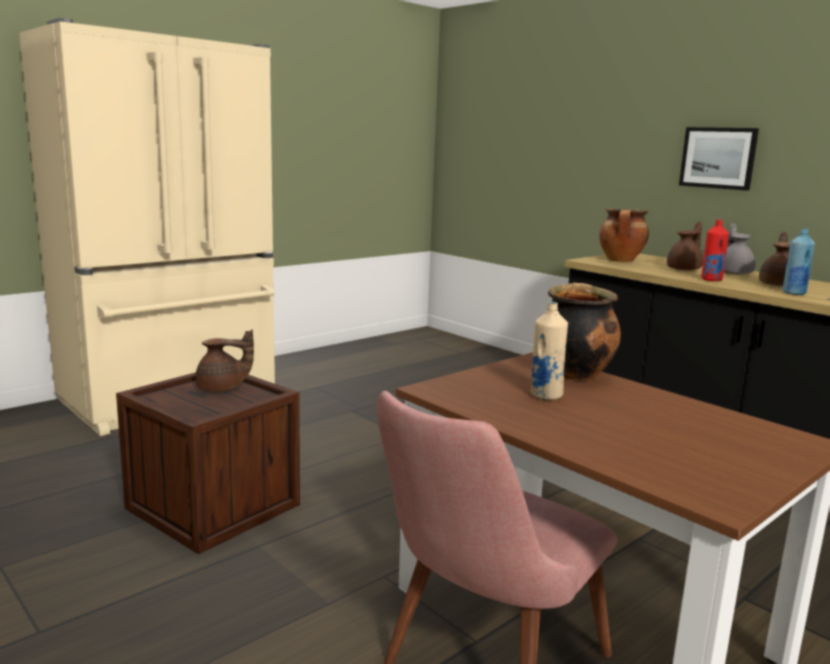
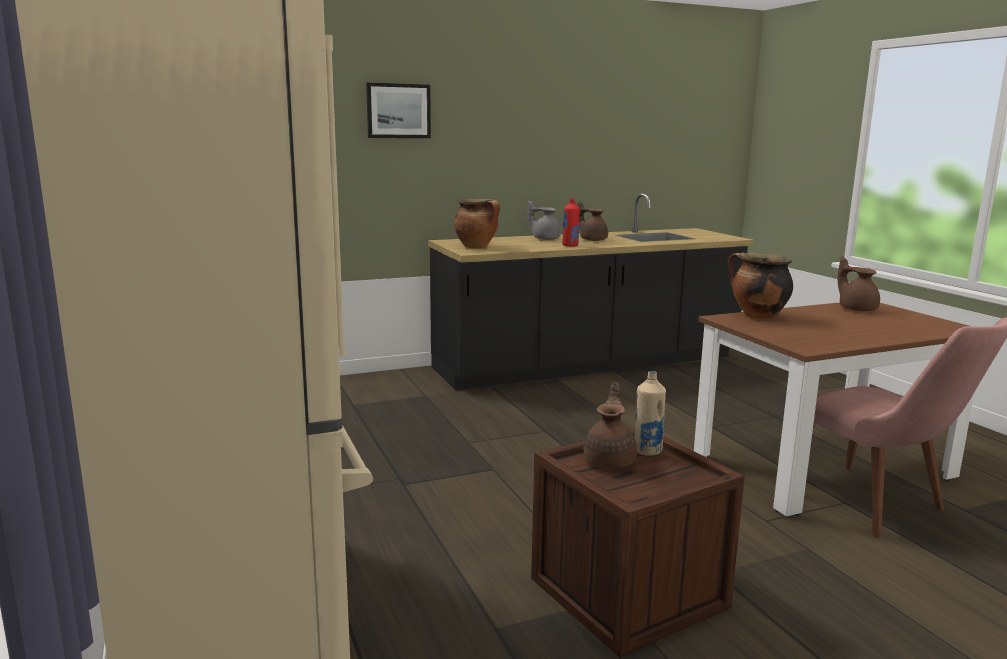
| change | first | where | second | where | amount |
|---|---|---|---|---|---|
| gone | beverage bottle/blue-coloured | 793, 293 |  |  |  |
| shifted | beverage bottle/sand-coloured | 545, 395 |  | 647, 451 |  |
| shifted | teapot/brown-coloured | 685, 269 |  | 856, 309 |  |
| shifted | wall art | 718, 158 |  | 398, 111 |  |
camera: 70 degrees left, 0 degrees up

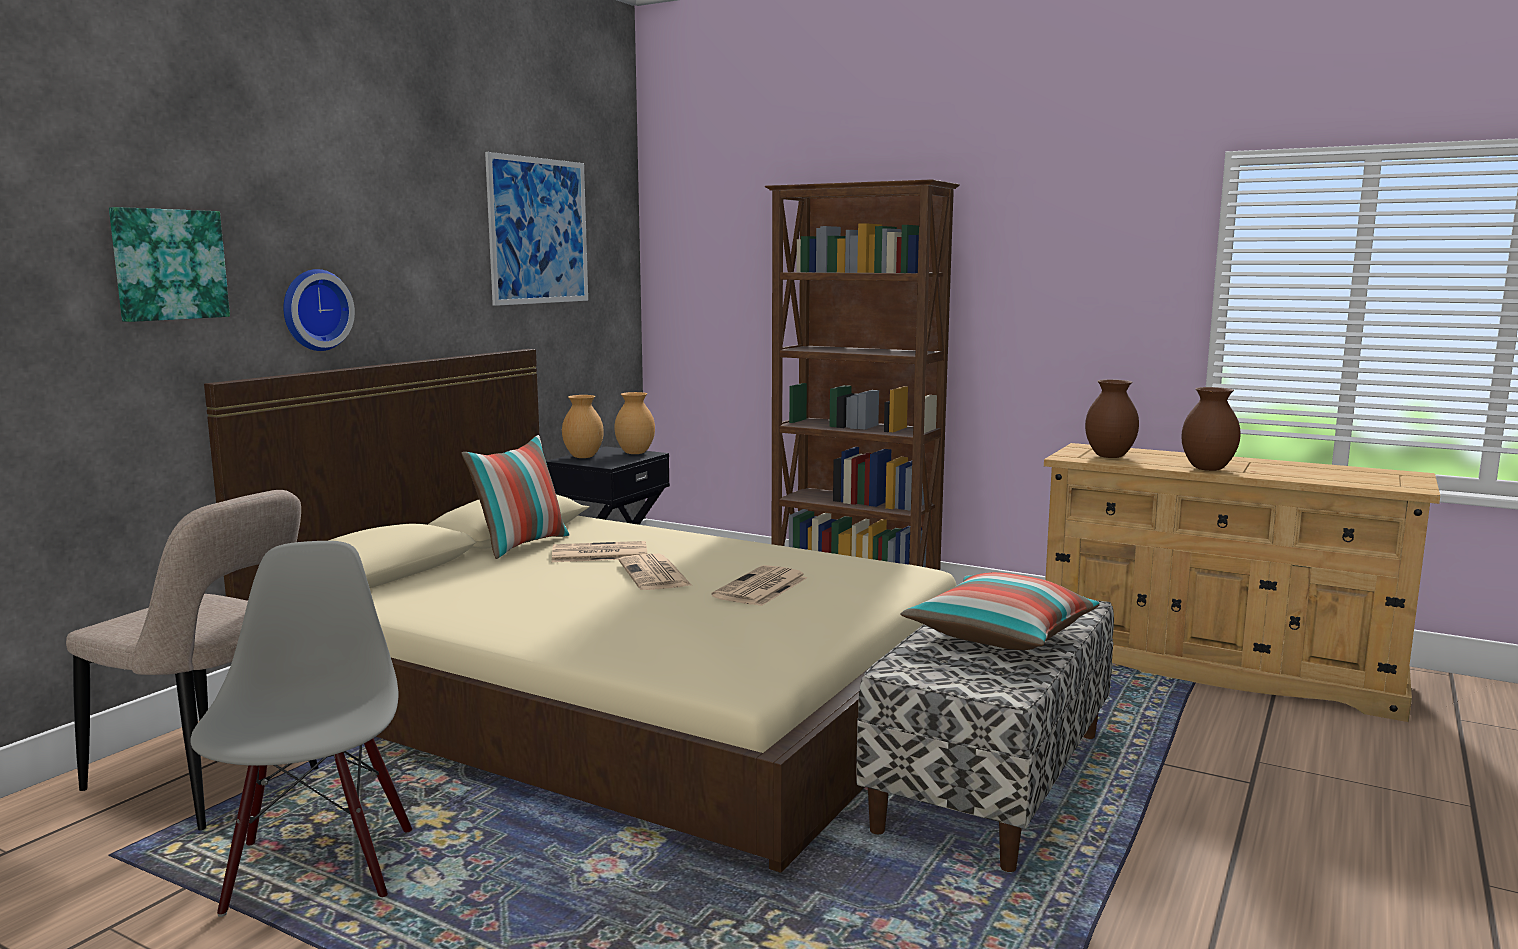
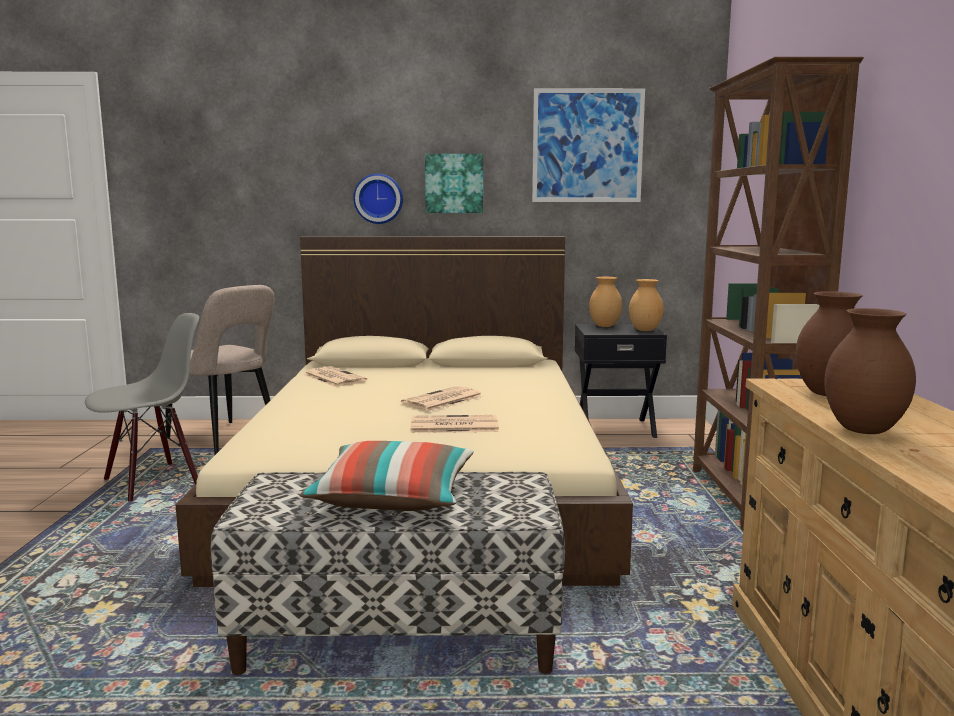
| change | first | where | second | where | amount |
|---|---|---|---|---|---|
| gone | throw pillow | 521, 545 |  |  |  |
| shifted | wall art | 168, 264 |  | 454, 183 |  |
| shifted | printed paper | 598, 554 |  | 333, 378 |  |
| rotated | upright chair/sand-coloured | 210, 783 |  | 226, 440 | 45 degrees counterclockwise |
camera: 60 degrees right, 0 degrees up

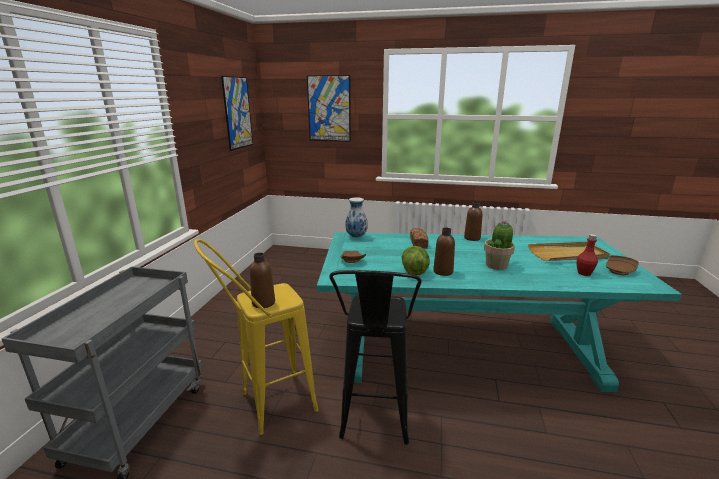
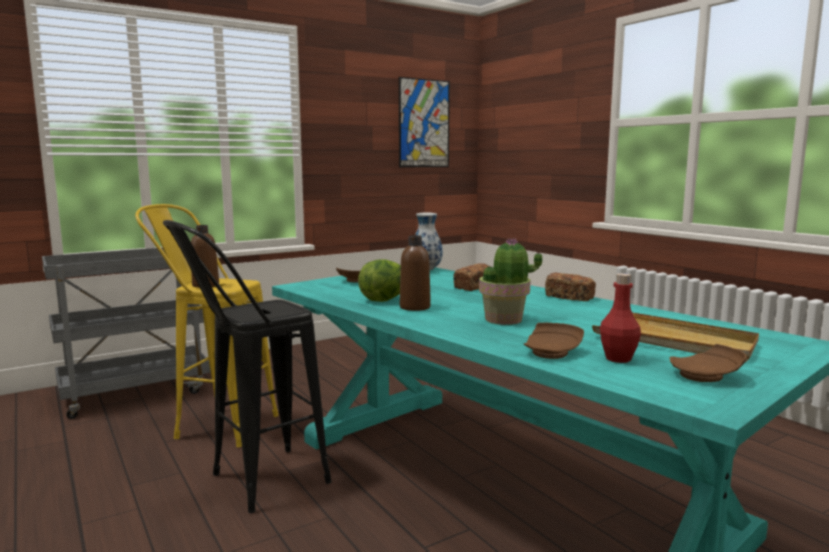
| change | first | where | second | where | amount |
|---|---|---|---|---|---|
| gone | wall art | 329, 109 |  |  |  |
| new |  |  | dinner plate/brown-coloured | 552, 352 |  |
| swapped | beverage bottle/brown-coloured | 472, 238 | baked bread | 569, 297 |  |
camera: 45 degrees right, 10 degrees down

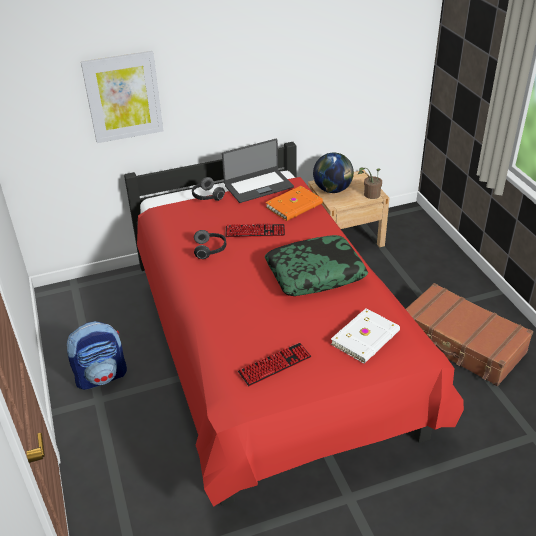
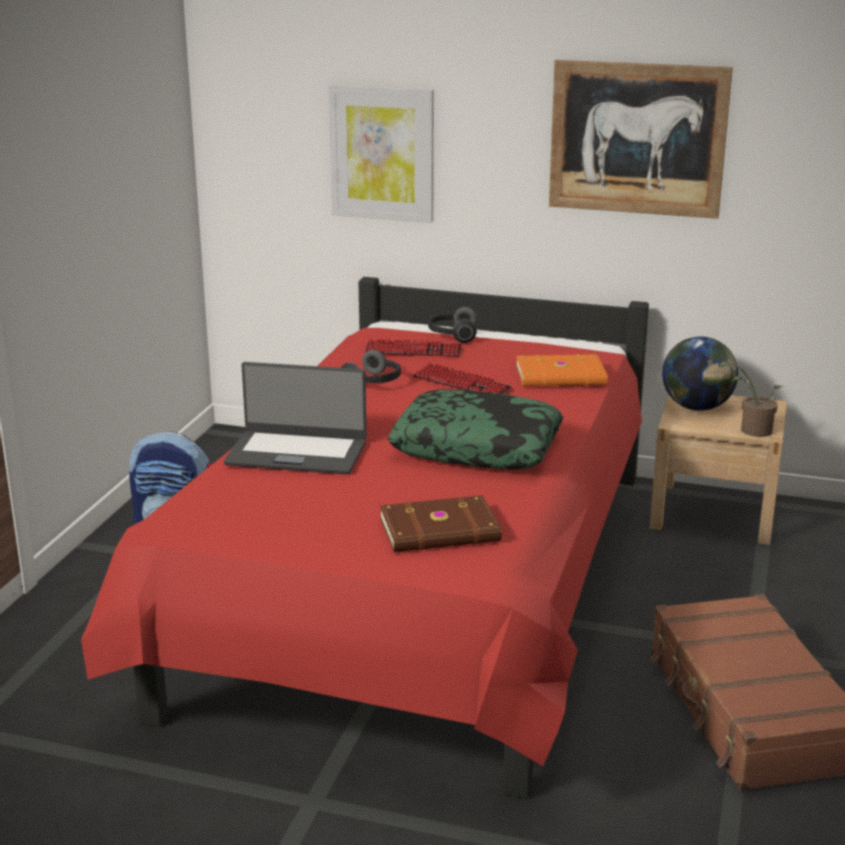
| change | first | where | second | where | amount |
|---|---|---|---|---|---|
| new |  |  | wall art | 637, 138 |  |
| shifted | laptop | 258, 186 |  | 297, 452 |  |
| shifted | PC keyboard | 275, 365 |  | 413, 351 |  |
| repainted | volume/white-coloured | 366, 338 | volume/brown-coloured | 441, 531 |  |
camera: 35 degrees right, 15 degrees down

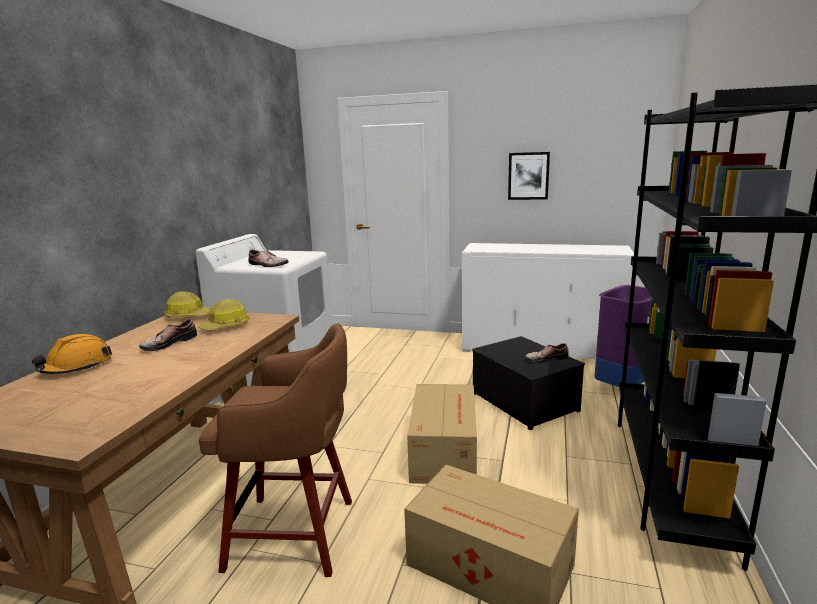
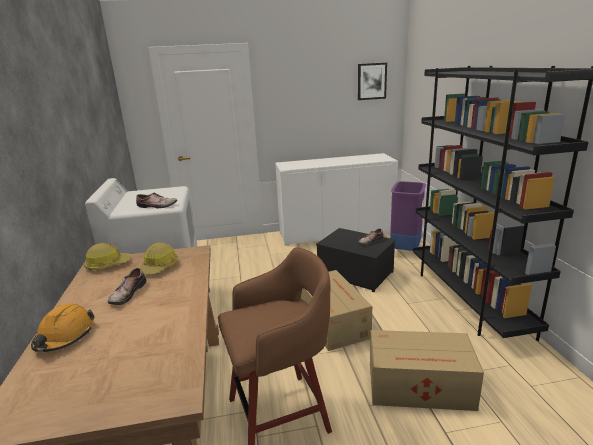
| change | first | where | second | where | amount |
|---|---|---|---|---|---|
| shifted | wall art | 528, 176 |  | 371, 81 |  |
camera: 25 degrees left, 5 degrees up

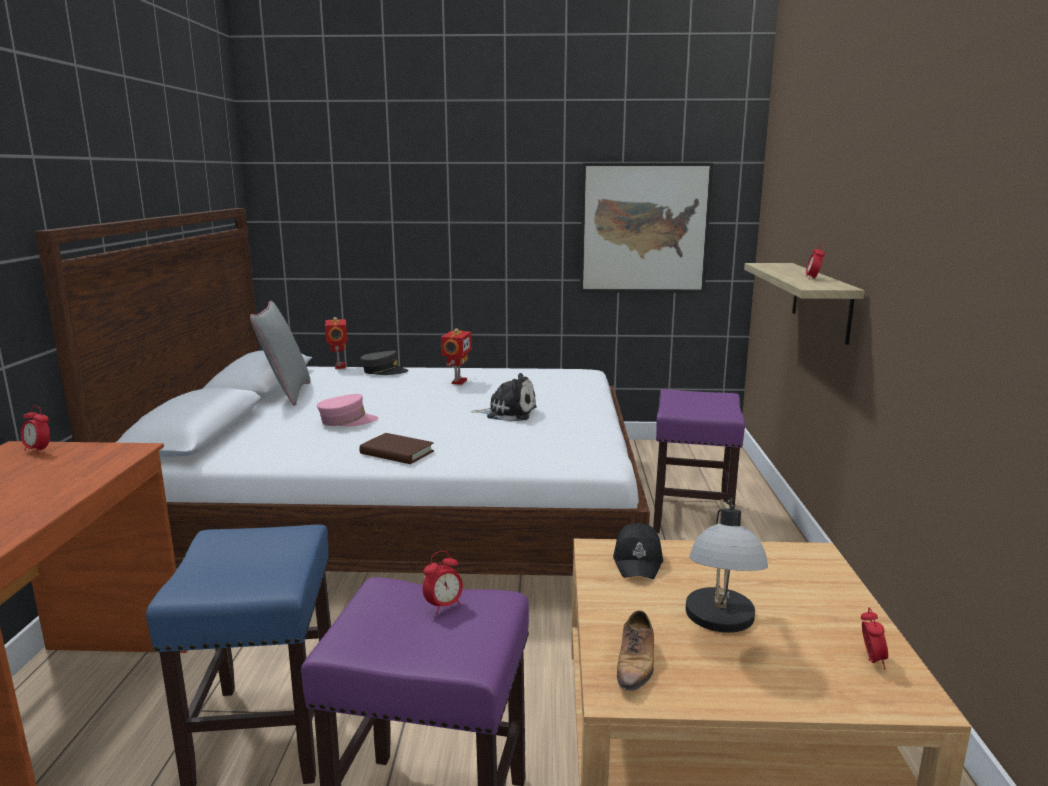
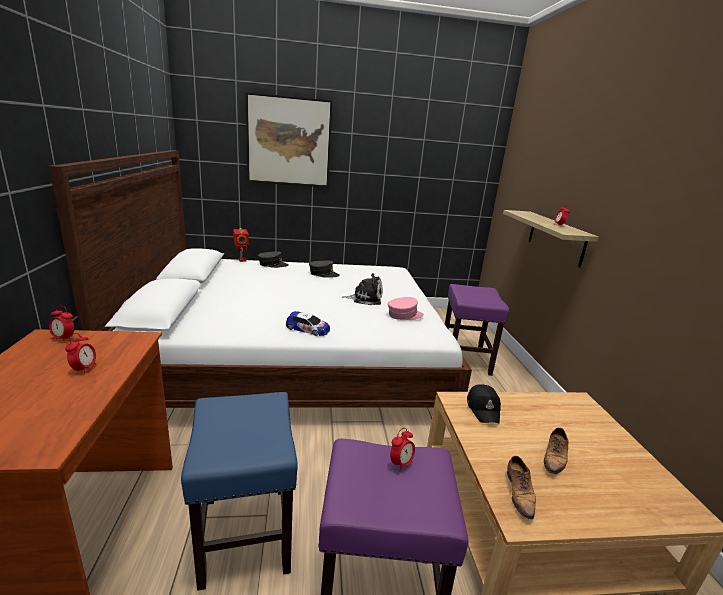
| change | first | where | second | where | amount |
|---|---|---|---|---|---|
| gone | throw pillow/gray | 286, 394 |  |  |  |
| shifted | baseball cap/pink-coloured | 347, 421 |  | 404, 315 |  |
| shifted | wall art | 644, 228 |  | 289, 142 |  |
| shifted | table clock | 871, 660 |  | 84, 369 |  |
| swapped | volume/brown-coloured | 397, 453 | model car | 307, 329 |  |
| swapped | toy robot | 457, 382 | baseball cap/gray | 323, 274 |  |
| swapped | table lamp | 720, 624 | item of footwear | 554, 458 |  |
camera: 10 degrees left, 5 degrees up

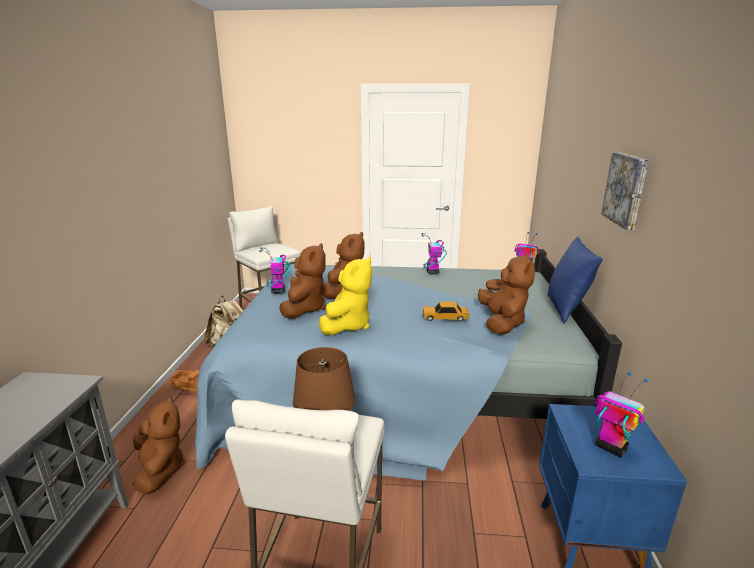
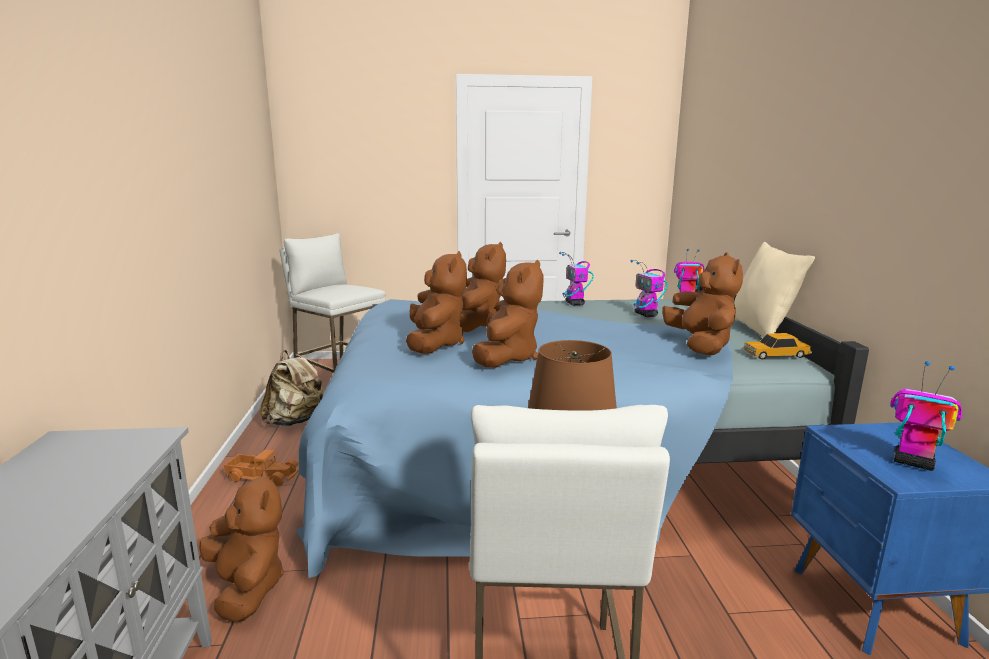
| change | first | where | second | where | amount |
|---|---|---|---|---|---|
| gone | wall art | 627, 189 |  |  |  |
| shifted | toy robot | 278, 291 |  | 646, 315 |  |
| shifted | model car | 445, 317 |  | 776, 355 |  |
| repainted | plush toy/yellowish | 347, 325 | plush toy/brown-coloured | 506, 357 |  |
| repainted | throw pillow/blue-coloured | 566, 309 | throw pillow/sand-coloured | 761, 330 |  |
camera: 10 degrees left, 5 degrees down

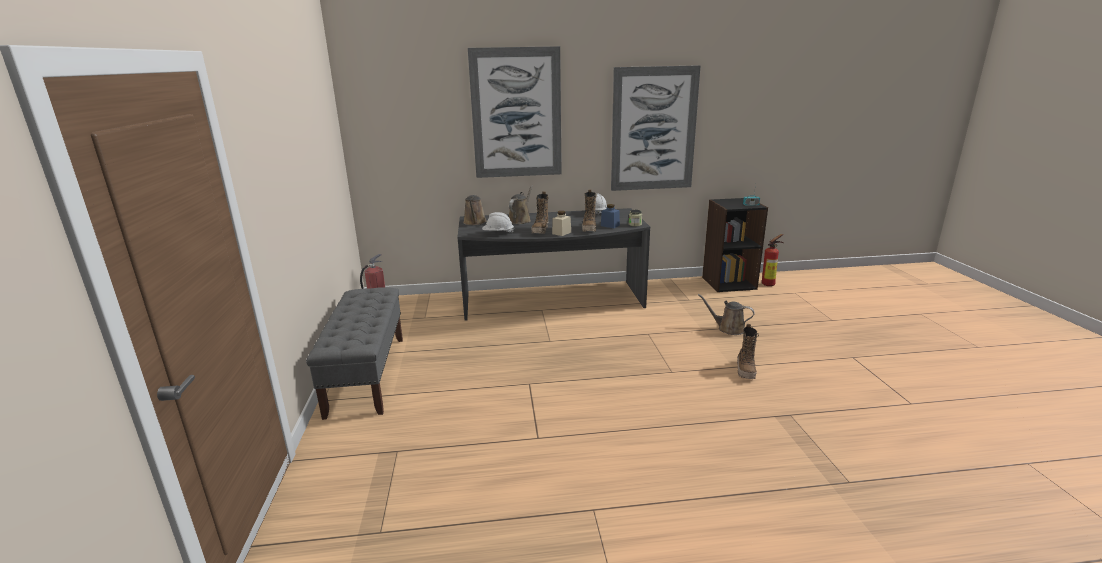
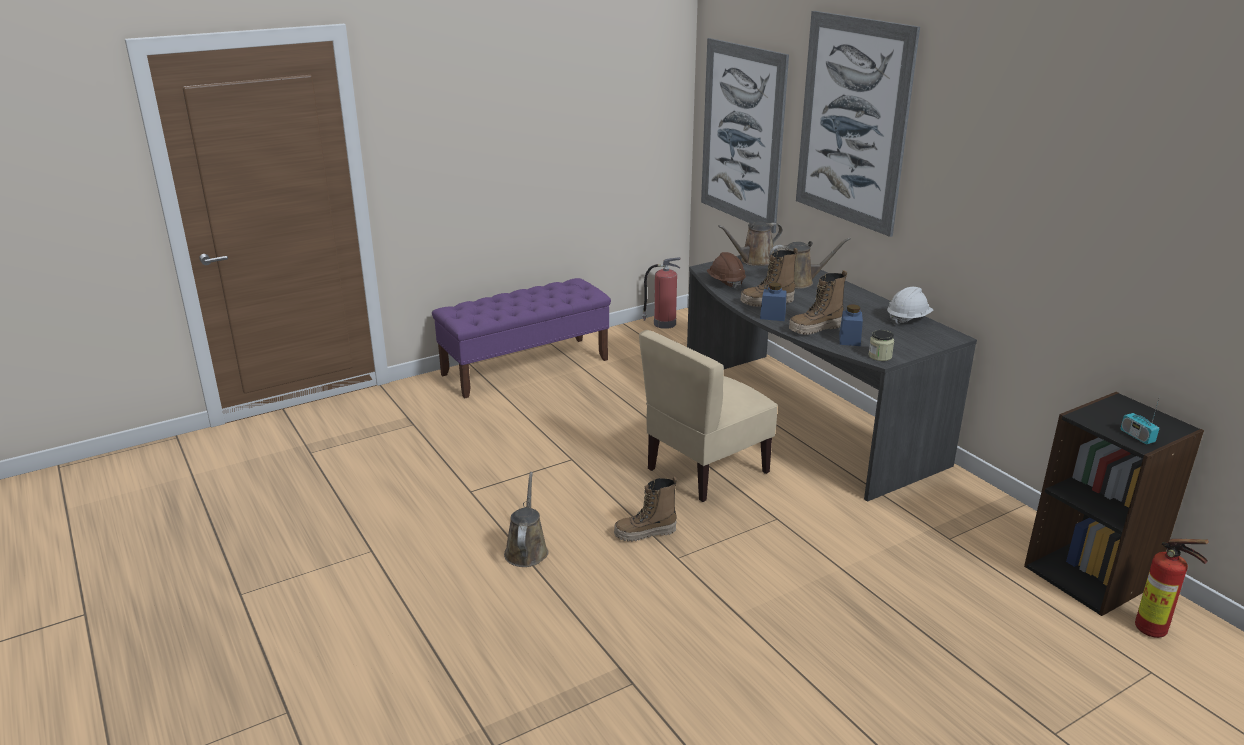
| change | first | where | second | where | amount |
|---|---|---|---|---|---|
| new |  |  | upright chair/sand-coloured | 706, 470 |  |
| shifted | wall art | 653, 129 |  | 742, 134 |  |
| shifted | watering pot/brown-coloured | 728, 329 |  | 526, 550 |  |
| shifted | boot | 745, 370 |  | 645, 533 |  |
| repainted | indoor bench/gray | 367, 374 | indoor bench/purple | 526, 367 |  |
| repainted | work helmet/white-coloured | 498, 233 | work helmet/brown-coloured | 725, 282 |  |
| repainted | preserve jar/sand-coloured | 561, 233 | preserve jar/blue-coloured | 772, 316 |  |
camera: 65 degrees right, 5 degrees up

